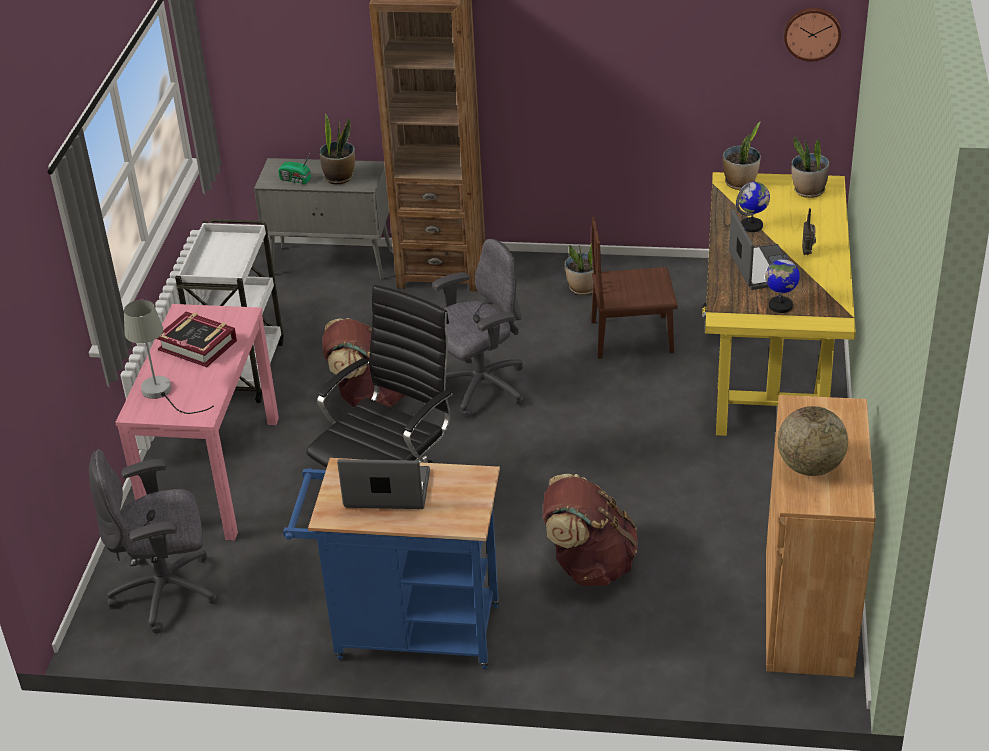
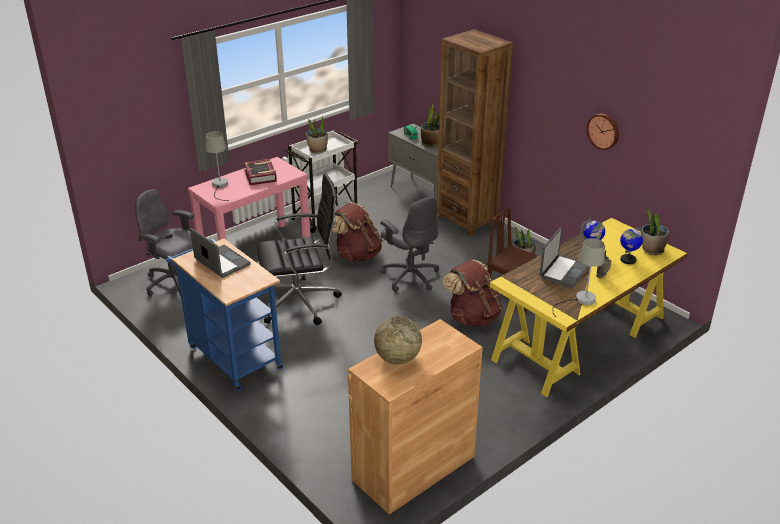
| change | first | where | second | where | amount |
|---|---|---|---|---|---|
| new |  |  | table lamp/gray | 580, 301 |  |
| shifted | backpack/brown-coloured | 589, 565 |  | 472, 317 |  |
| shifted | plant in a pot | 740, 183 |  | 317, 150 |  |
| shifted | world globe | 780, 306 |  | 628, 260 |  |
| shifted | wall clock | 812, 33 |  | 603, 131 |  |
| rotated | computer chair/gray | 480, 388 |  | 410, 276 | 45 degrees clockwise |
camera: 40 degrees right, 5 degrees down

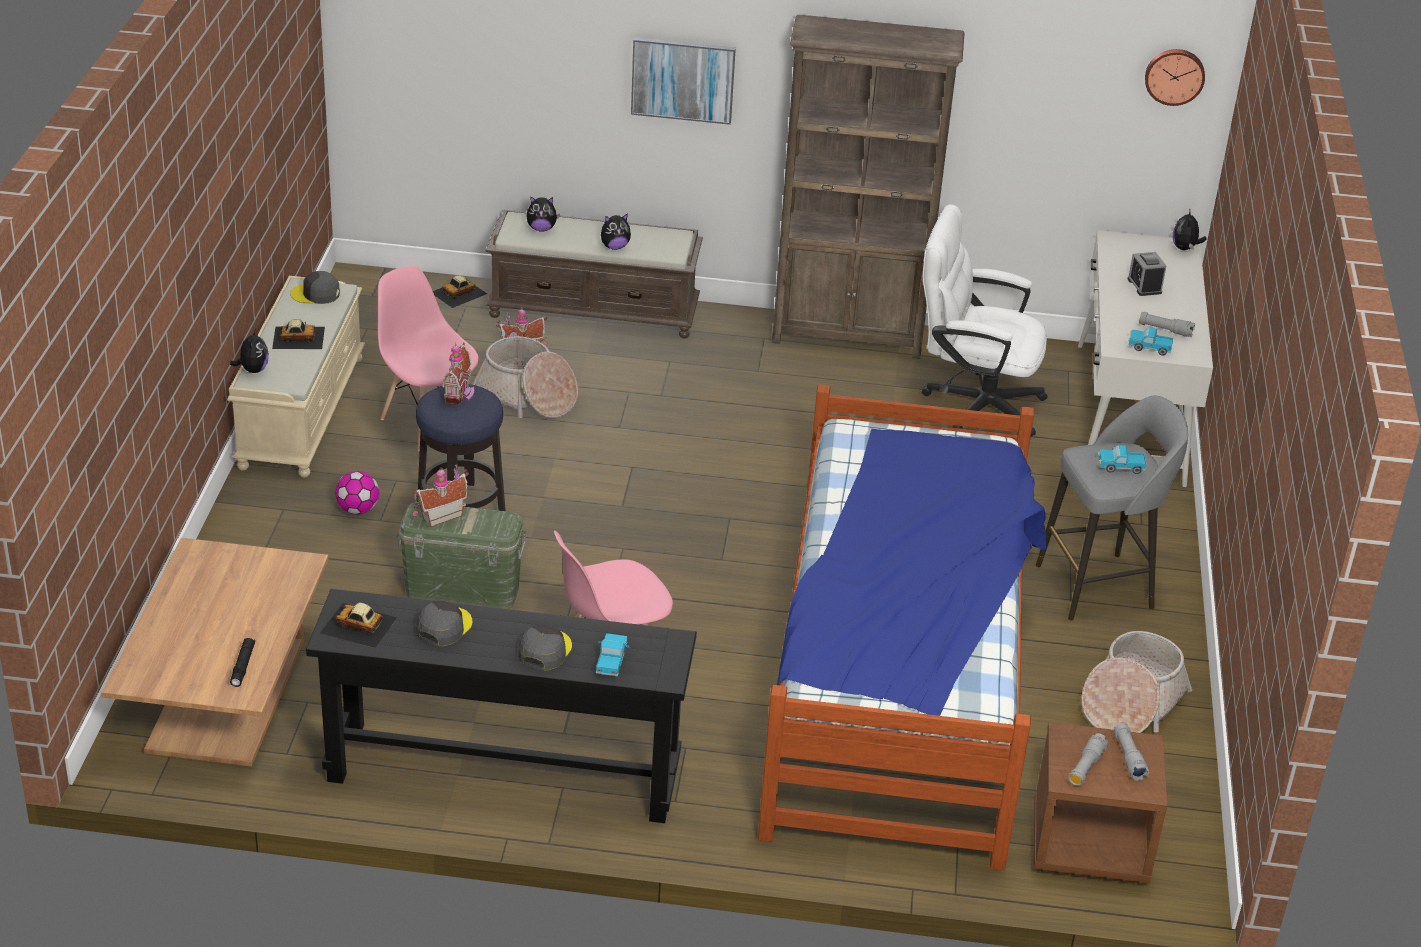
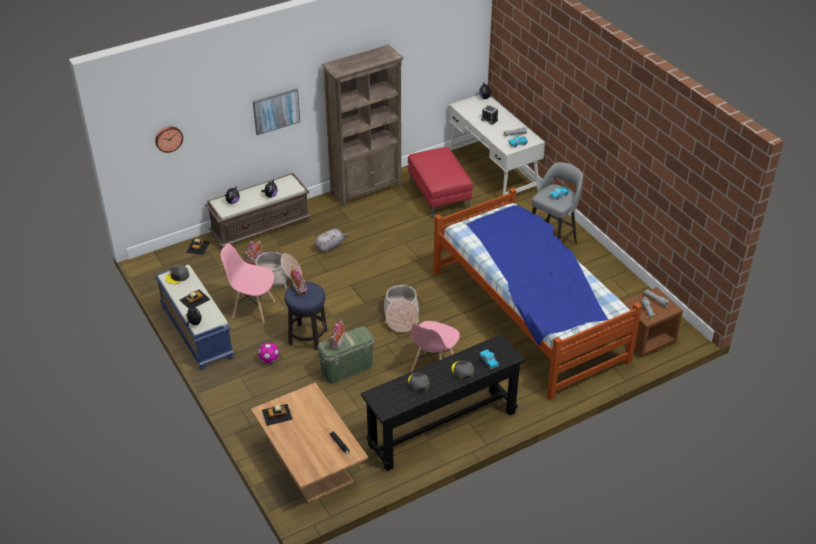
| change | first | where | second | where | amount |
|---|---|---|---|---|---|
| new |  |  | plush toy/gray | 330, 246 |  |
| shifted | model car | 358, 625 |  | 277, 414 |  |
| shifted | basket | 1130, 703 |  | 401, 316 |  |
| shifted | wall clock | 1174, 76 |  | 168, 138 |  |
| swapped | computer chair/white-coloured | 972, 403 | pouffe/red-coloured | 438, 195 |  |
| repainted | indoor bench/sand-coloured | 300, 411 | indoor bench/blue-coloured | 196, 331 |  |
camera: 35 degrees left, 5 degrees up

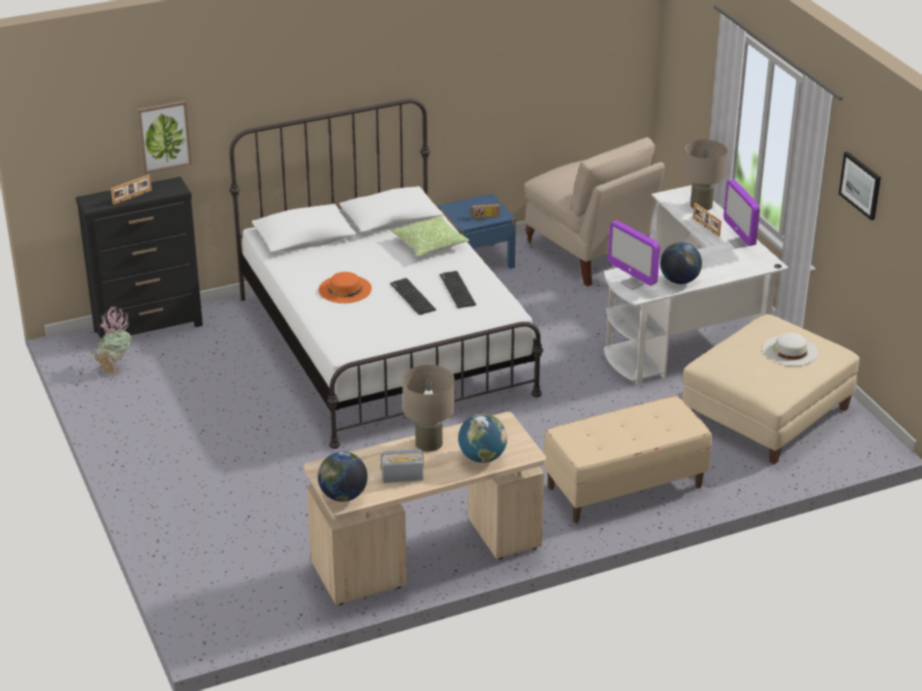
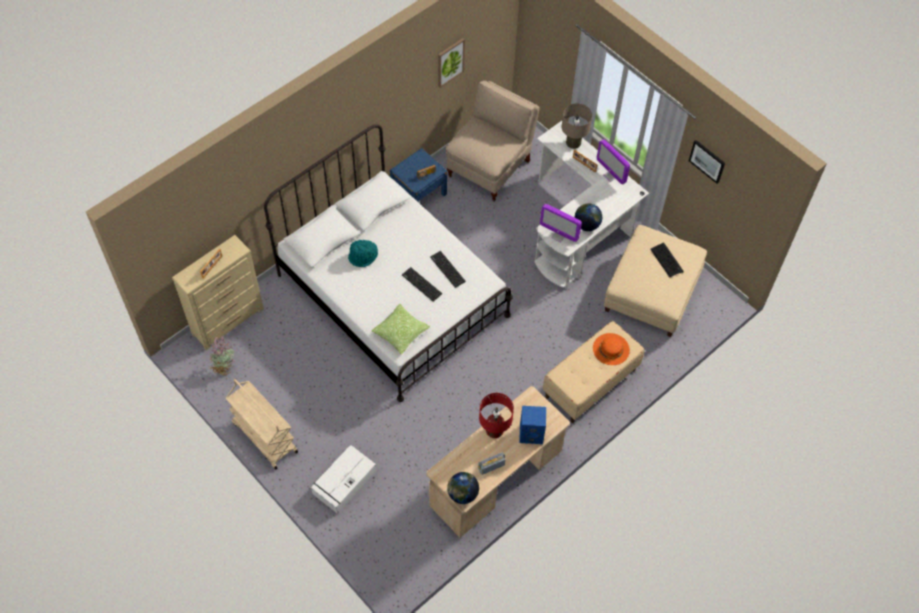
| change | first | where | second | where | amount |
|---|---|---|---|---|---|
| new |  |  | trolley/sand-coloured | 264, 437 |  |
| new |  |  | storage box/white-coloured | 344, 483 |  |
| new |  |  | wearable hat/blue-green | 363, 256 |  |
| shifted | wall art | 164, 136 |  | 450, 62 |  |
| shifted | wearable hat/orange | 345, 289 |  | 611, 349 |  |
| shifted | throw pillow | 429, 244 |  | 400, 332 |  |
| swapped | world globe | 482, 457 | audio speaker/blue-coloured | 532, 433 |  |
| swapped | wearable hat/white-coloured | 790, 350 | PC keyboard | 666, 260 |  |
| repainted | chest of drawers/black-coloured | 149, 328 | chest of drawers/sand-coloured | 228, 321 |  |
| repainted | table lamp/sand-coloured | 429, 443 | table lamp/red-coloured | 494, 430 |  |
| rotated | upright chair/sand-coloured | 588, 254 |  | 490, 168 | 90 degrees counterclockwise |
camera: 20 degrees left, 25 degrees up

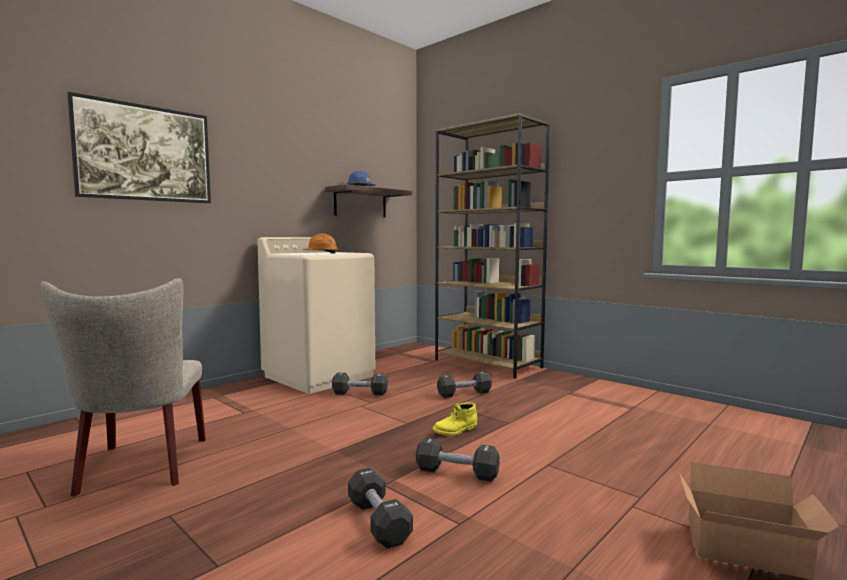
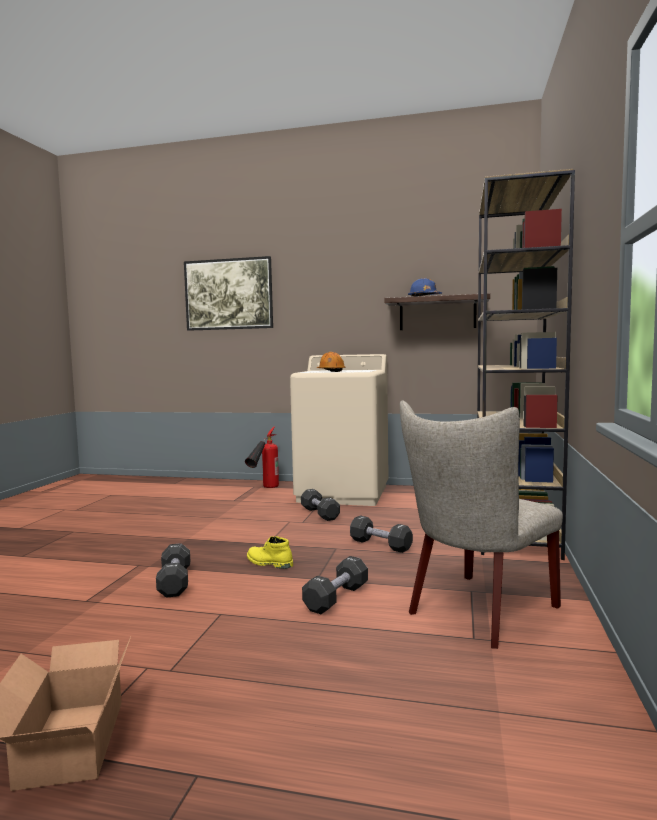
| change | first | where | second | where | amount |
|---|---|---|---|---|---|
| new |  |  | fire-fighting cylinder | 264, 489 |  |
| shifted | upright chair/sand-coloured | 141, 468 |  | 477, 612 |  |
| shifted | hand weight/black-coloured | 378, 521 |  | 336, 598 |  |
camera: 60 degrees right, 0 degrees up

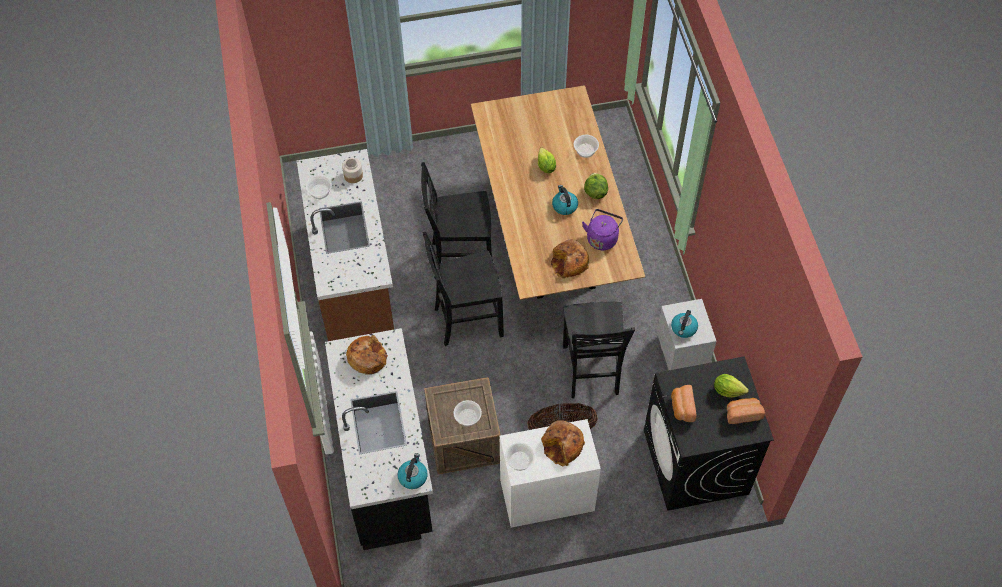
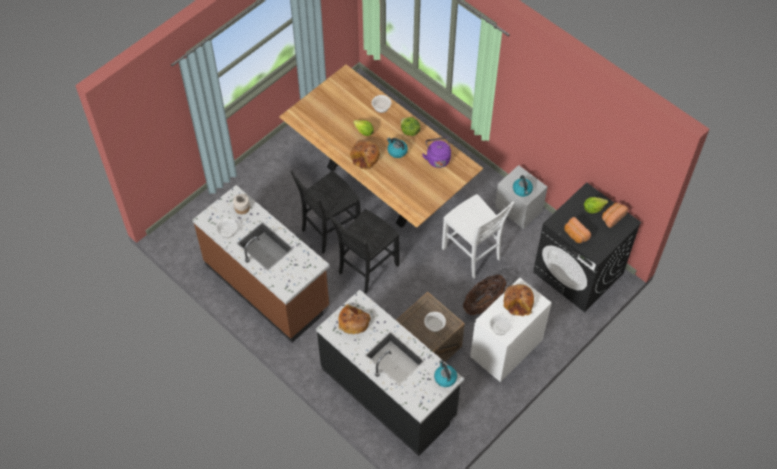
| change | first | where | second | where | amount |
|---|---|---|---|---|---|
| shifted | baked bread | 569, 263 |  | 365, 157 |  |
| repainted | upright chair/black-coloured | 591, 371 | upright chair/white-coloured | 472, 254 |  |
camera: 35 degrees left, 0 degrees up

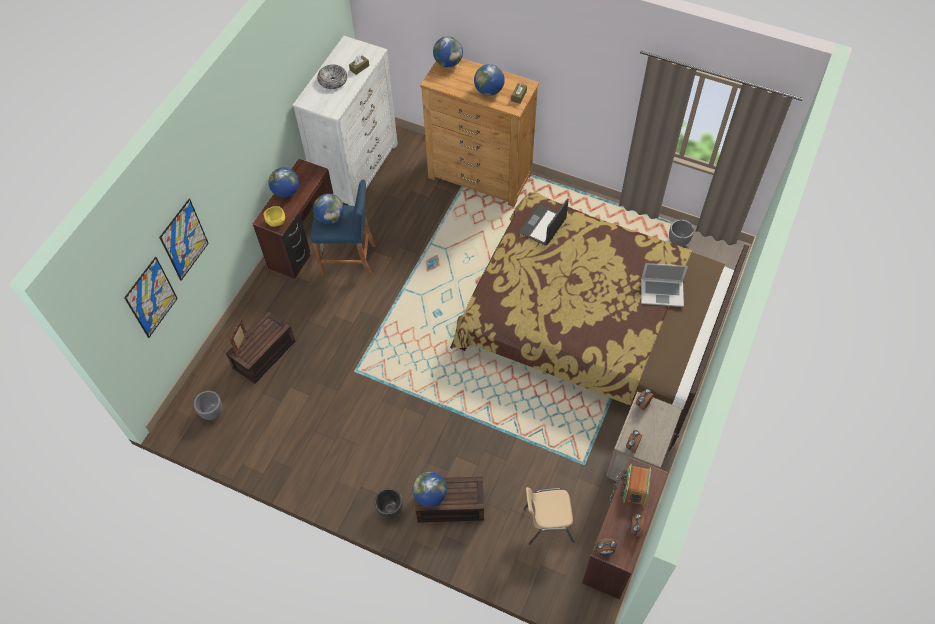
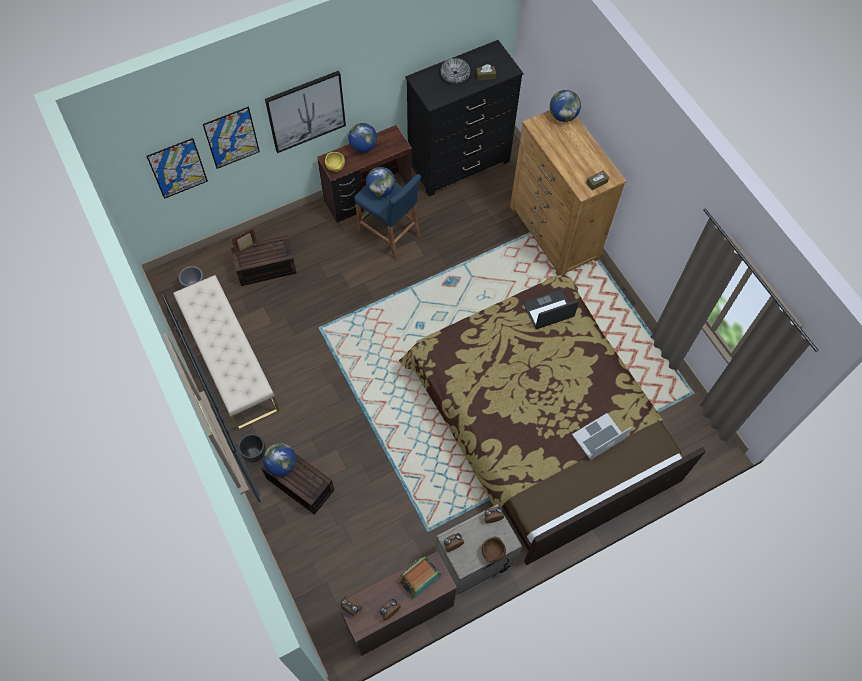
| change | first | where | second | where | amount |
|---|---|---|---|---|---|
| gone | world globe | 489, 91 |  |  |  |
| gone | upright chair/sand-coloured | 547, 524 |  |  |  |
| gone | plant pot/gray | 678, 241 |  |  |  |
| new |  |  | indoor bench/sand-coloured | 230, 361 |  |
| new |  |  | wall art | 306, 111 |  |
| new |  |  | serving bowl/brown-coloured | 492, 553 |  |
| repainted | chest of drawers/white-coloured | 357, 169 | chest of drawers/black-coloured | 459, 163 |  |
| rotated | laptop | 662, 292 |  | 599, 437 | 105 degrees clockwise |
camera: 35 degrees right, 5 degrees up

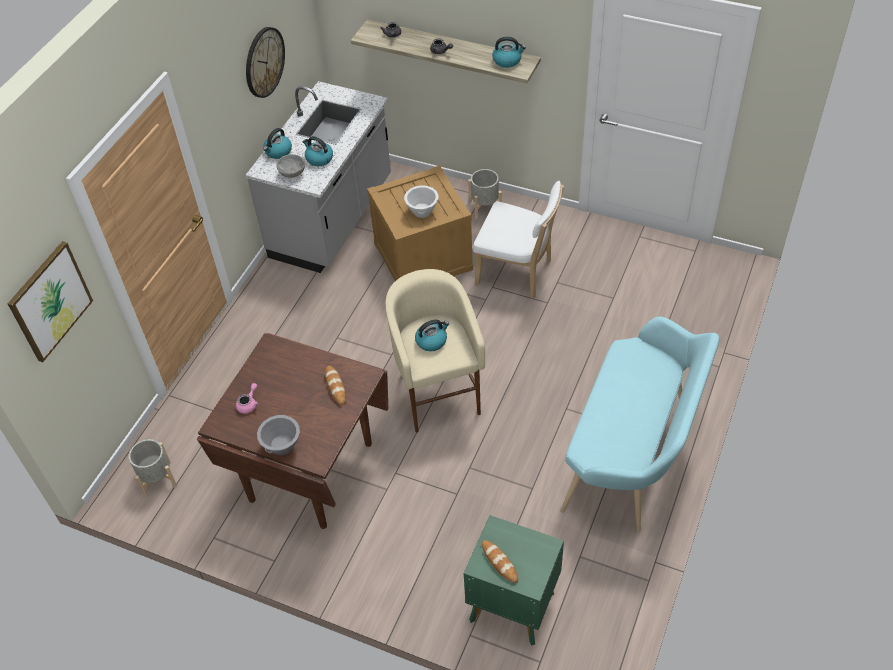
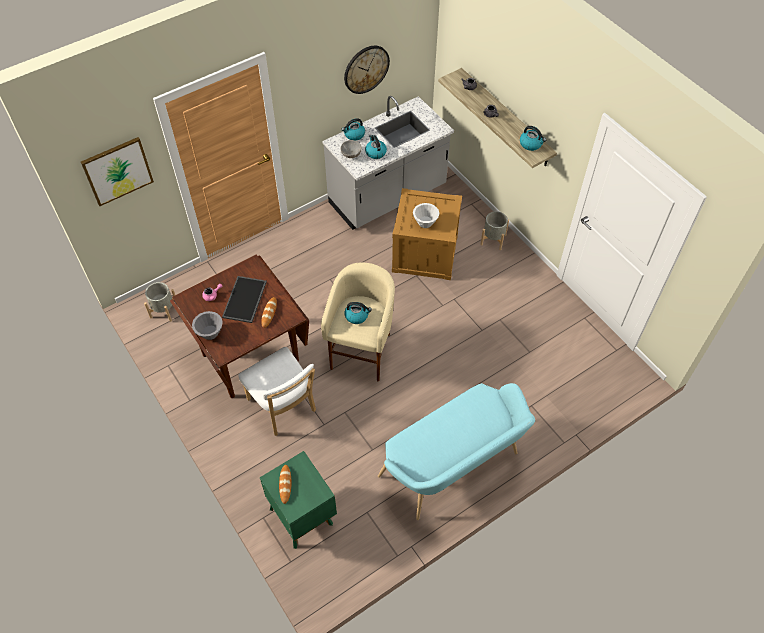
| change | first | where | second | where | amount |
|---|---|---|---|---|---|
| new |  |  | carrying tray | 245, 300 |  |
| shifted | upright chair/white-coloured | 517, 273 |  | 283, 407 |  |
camera: 30 degrees right, 5 degrees up

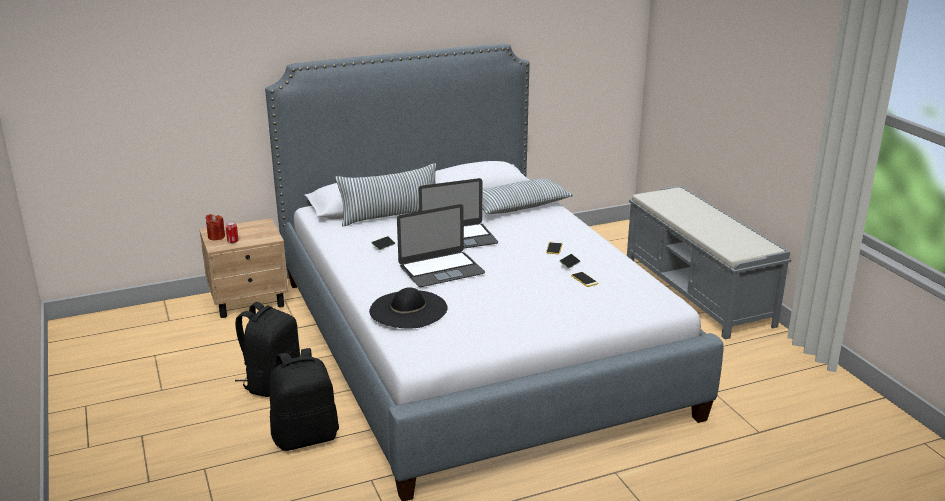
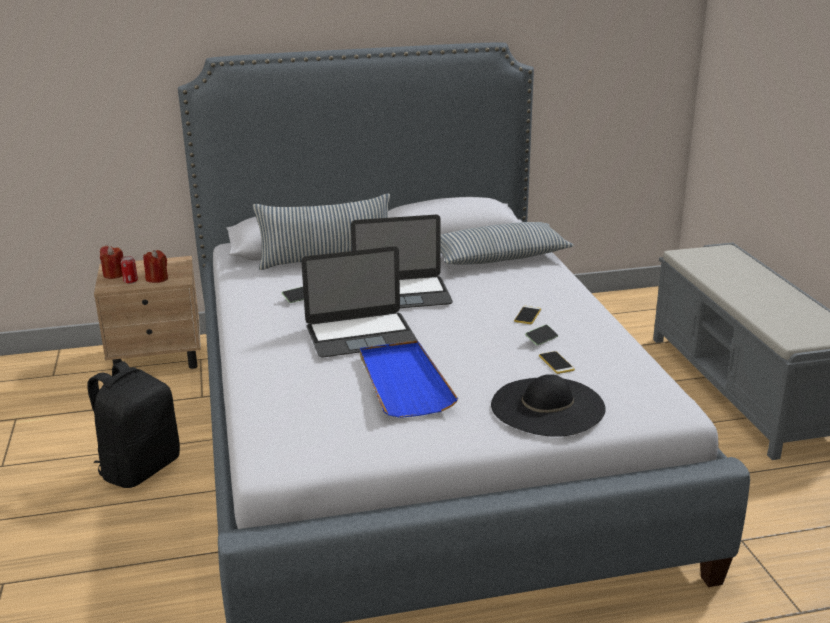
| change | first | where | second | where | amount |
|---|---|---|---|---|---|
| gone | backpack/black-coloured | 305, 436 |  |  |  |
| new |  |  | wax light/red-coloured | 157, 279 |  |
| new |  |  | carrying tray/blue-coloured | 404, 382 |  |
| shifted | wearable hat/black-coloured | 408, 309 |  | 547, 406 |  |
camera: 10 degrees right, 0 degrees up

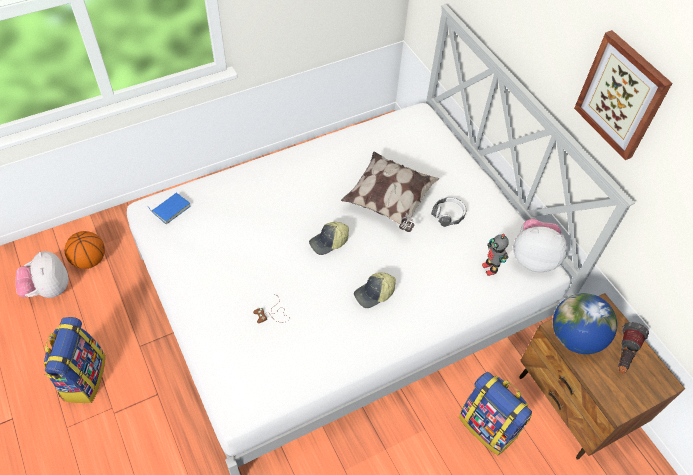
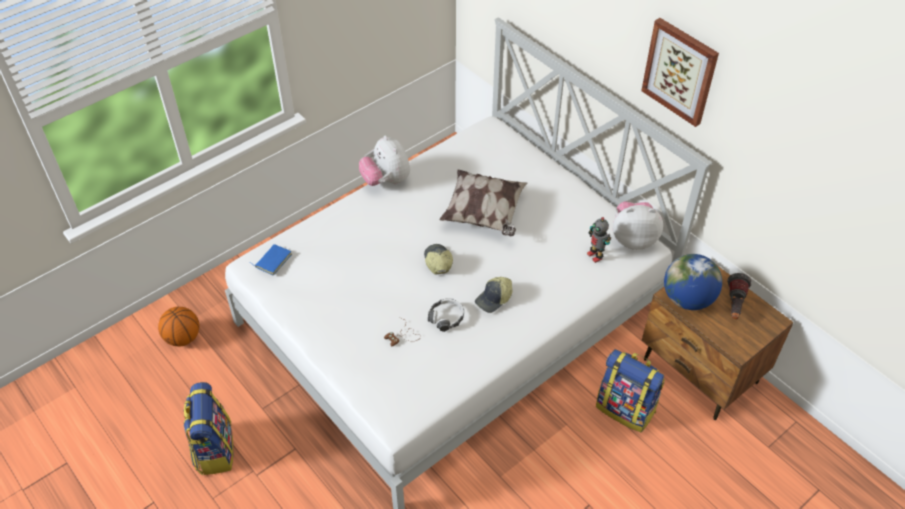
| change | first | where | second | where | amount |
|---|---|---|---|---|---|
| shifted | plush toy | 48, 289 |  | 386, 180 |  |
| shifted | pair of headphones | 448, 214 |  | 446, 317 |  |
| rotated | baseball cap | 329, 242 |  | 437, 261 | 120 degrees clockwise |
camera: 10 degrees left, 5 degrees down

